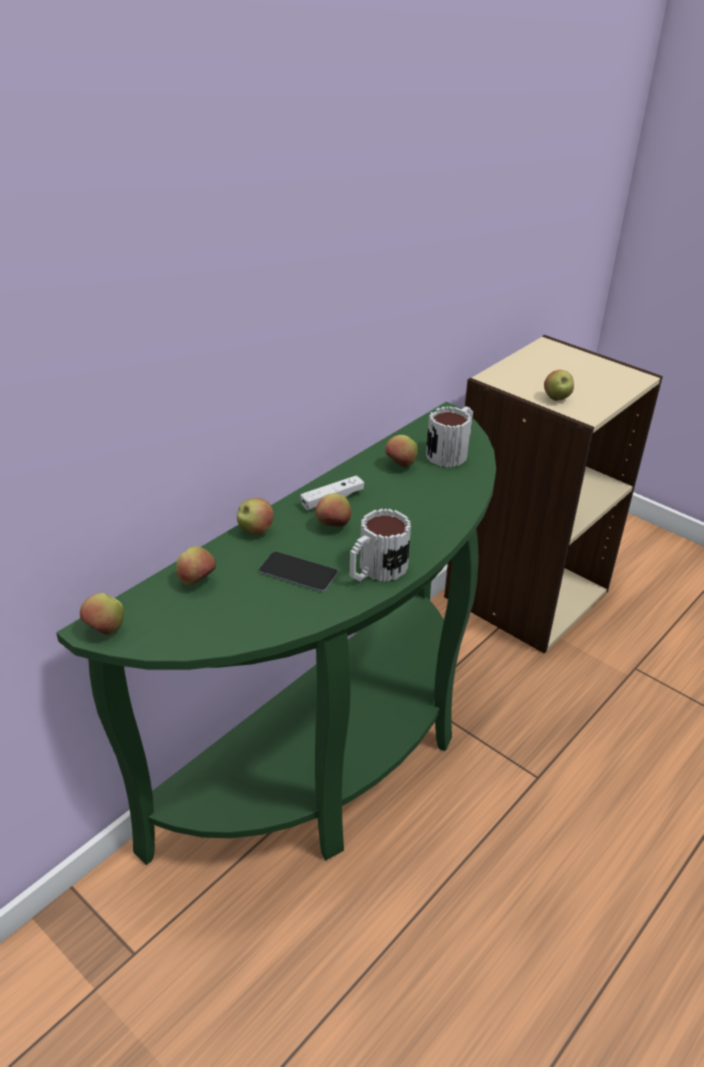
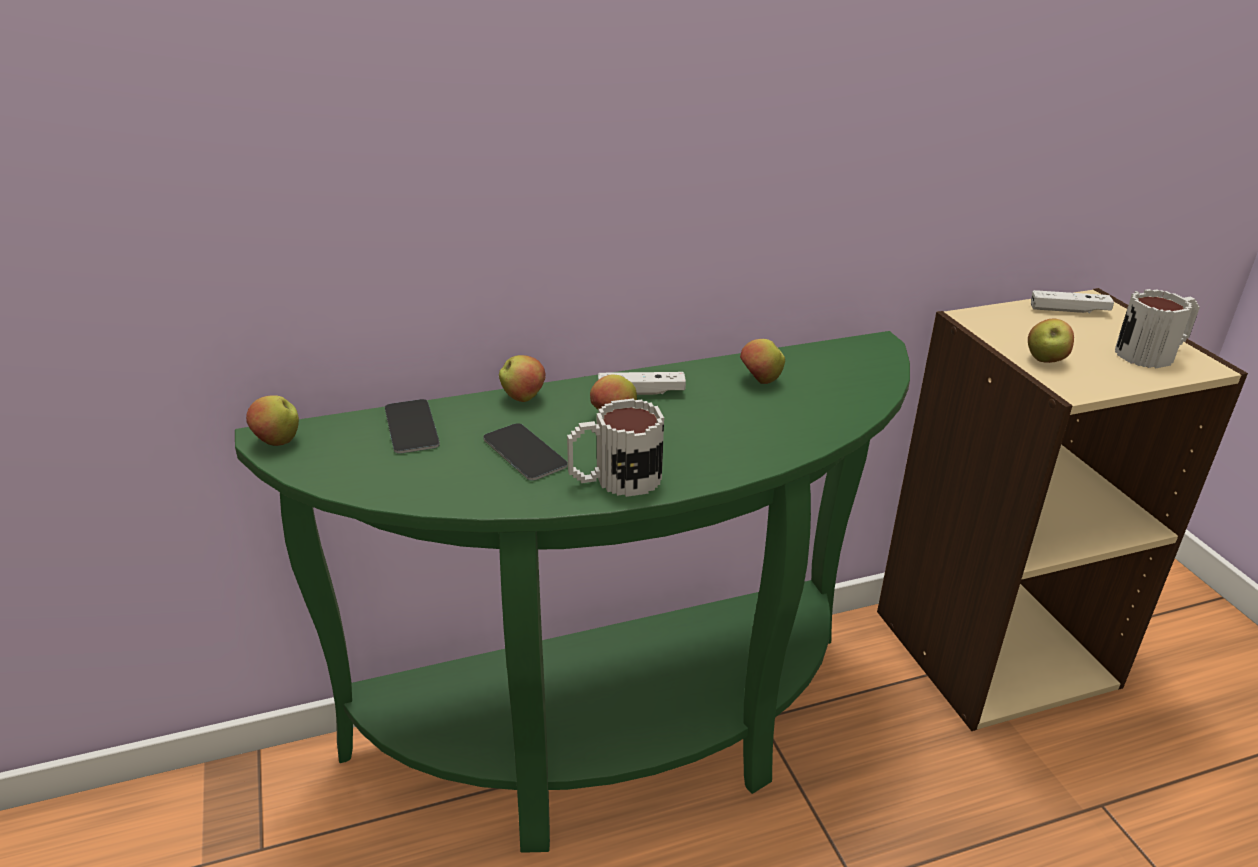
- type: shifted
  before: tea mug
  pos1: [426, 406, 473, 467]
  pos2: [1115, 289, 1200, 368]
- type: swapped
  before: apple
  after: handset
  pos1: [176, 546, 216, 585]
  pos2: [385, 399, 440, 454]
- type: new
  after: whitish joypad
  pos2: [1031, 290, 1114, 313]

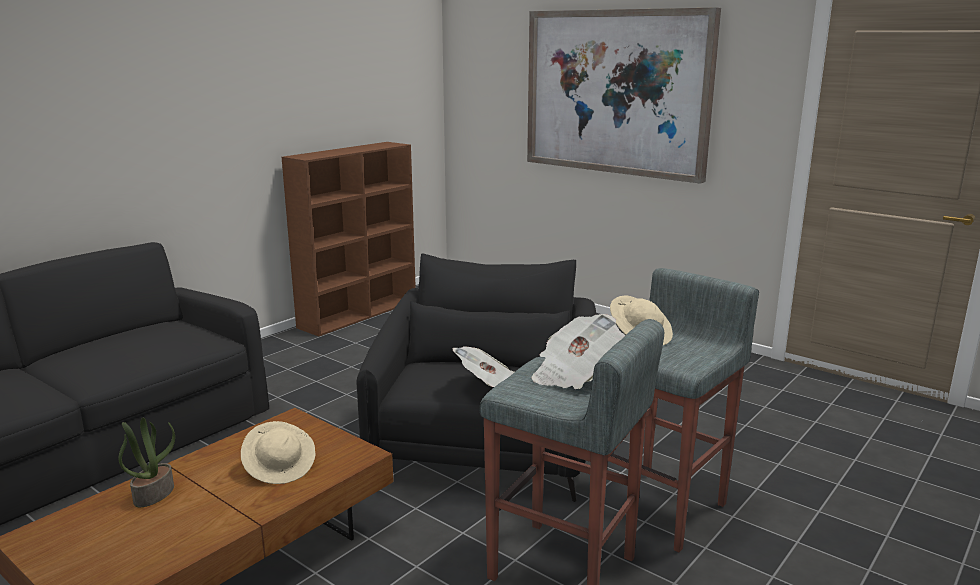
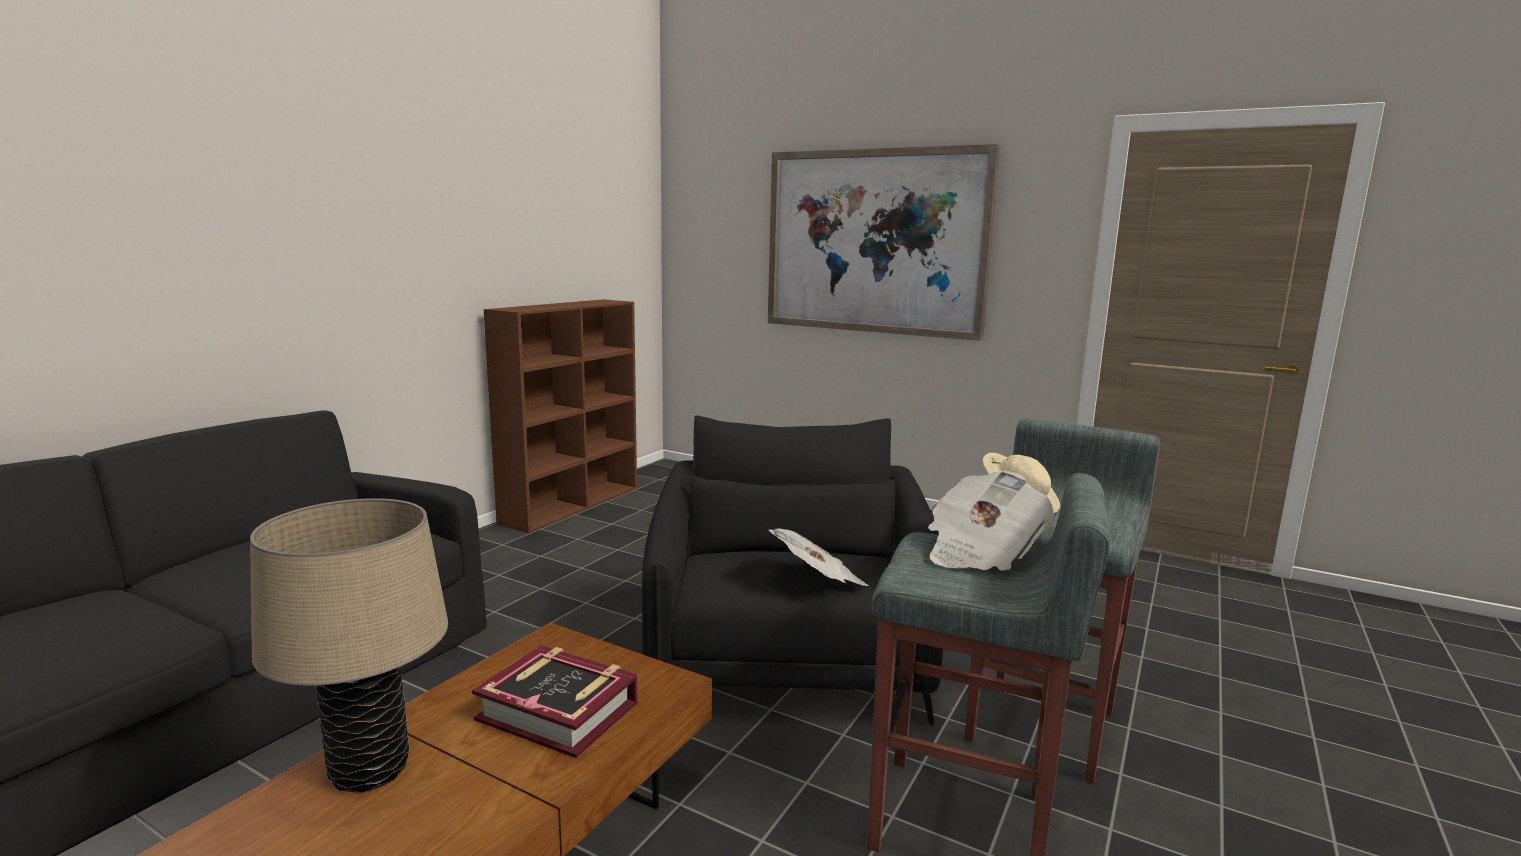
- type: swapped
  before: plant in a pot
  after: sand-coloured tabletop lamp
  pos1: [118, 418, 175, 507]
  pos2: [250, 498, 448, 793]
- type: swapped
  before: sand-coloured clothing hat
  after: volume
  pos1: [241, 421, 315, 484]
  pos2: [472, 645, 638, 758]

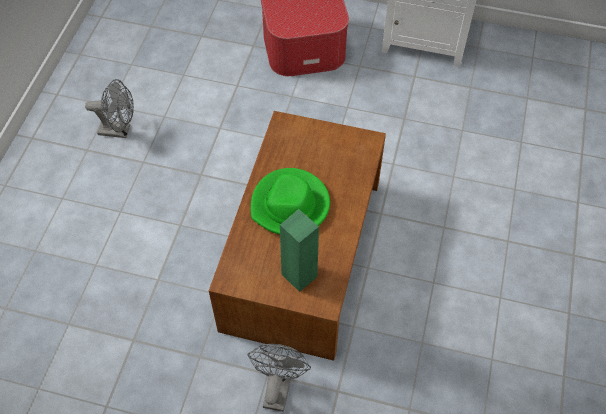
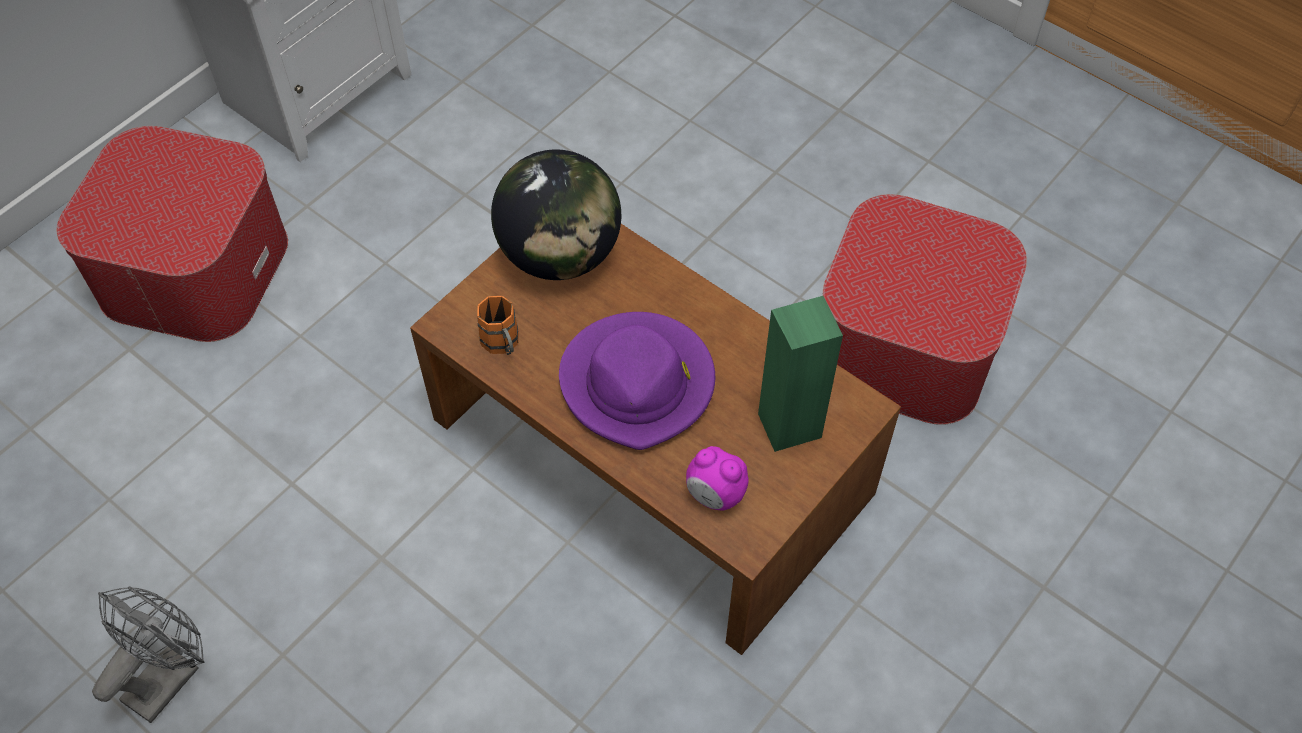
- type: repainted
  before: greenish clothing hat
  after: purple-coloured clothing hat
  pos1: [251, 168, 330, 235]
  pos2: [559, 312, 715, 450]
- type: gone
  before: grey fan
  pos1: [247, 344, 311, 412]
- type: new
  after: desk globe
  pos2: [491, 150, 621, 280]
- type: new
  after: ottoman
  pos2: [823, 194, 1027, 425]
- type: new
  after: orange-coloured tea mug
  pos2: [477, 296, 519, 355]
- type: new
  after: bedside clock
  pos2: [686, 446, 749, 511]

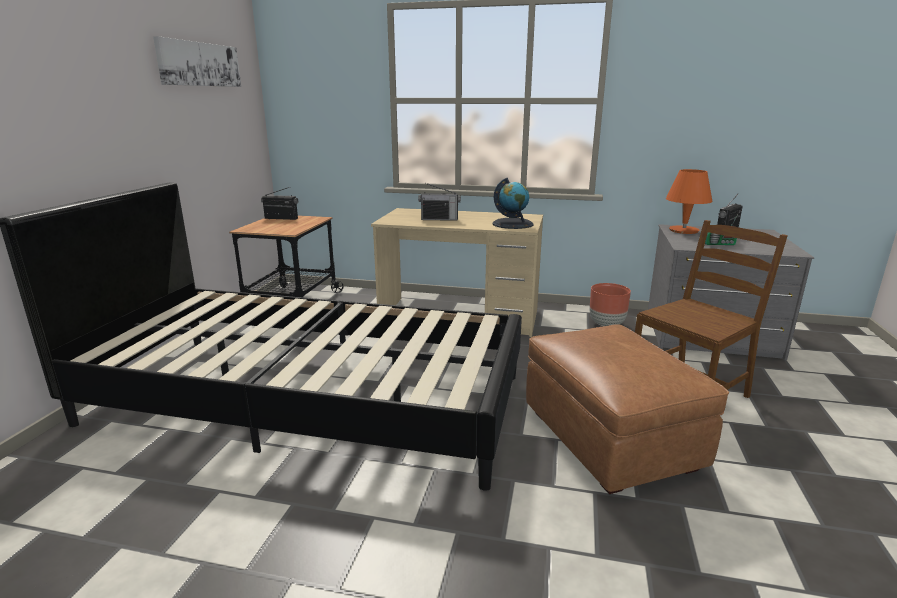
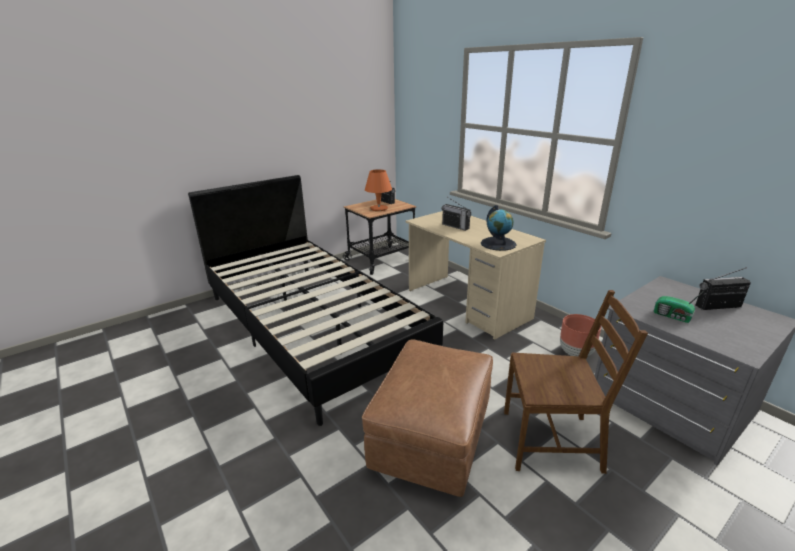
- type: gone
  before: picture
  pos1: [153, 36, 241, 87]
- type: shifted
  before: orange-coloured tabletop lamp
  pos1: [666, 169, 712, 234]
  pos2: [365, 169, 392, 211]

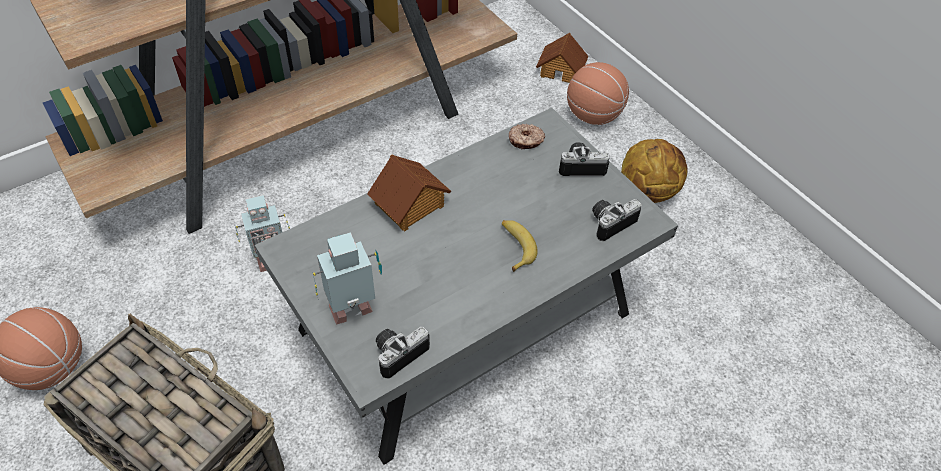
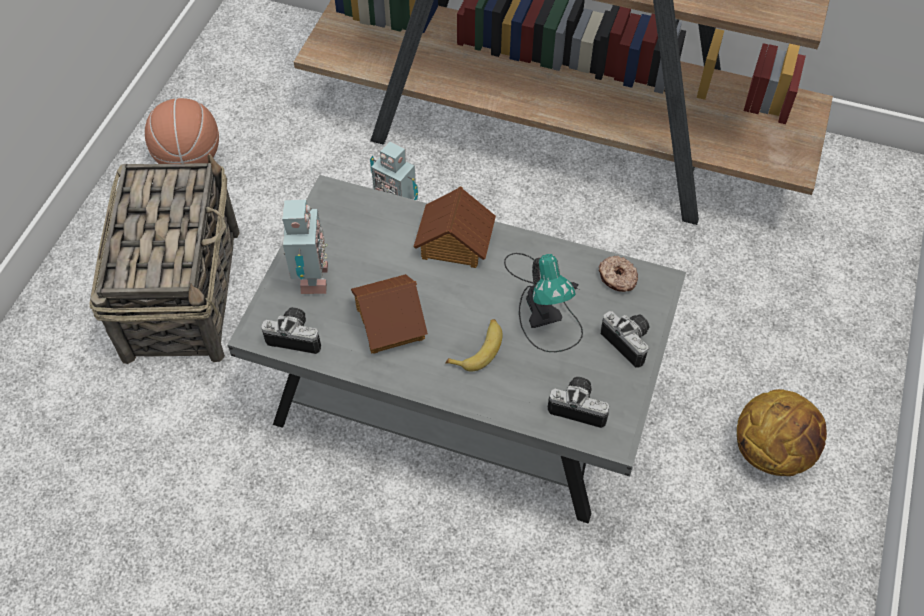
- type: shifted
  before: toy house
  pos1: [536, 33, 588, 83]
  pos2: [351, 274, 428, 354]
- type: gone
  before: basketball ball
  pos1: [567, 62, 629, 125]
- type: rotated
  before: toy robot
  pos1: [312, 232, 382, 325]
  pos2: [282, 200, 328, 294]
  turn: 60
- type: new
  after: tabletop lamp
  pos2: [504, 253, 583, 352]

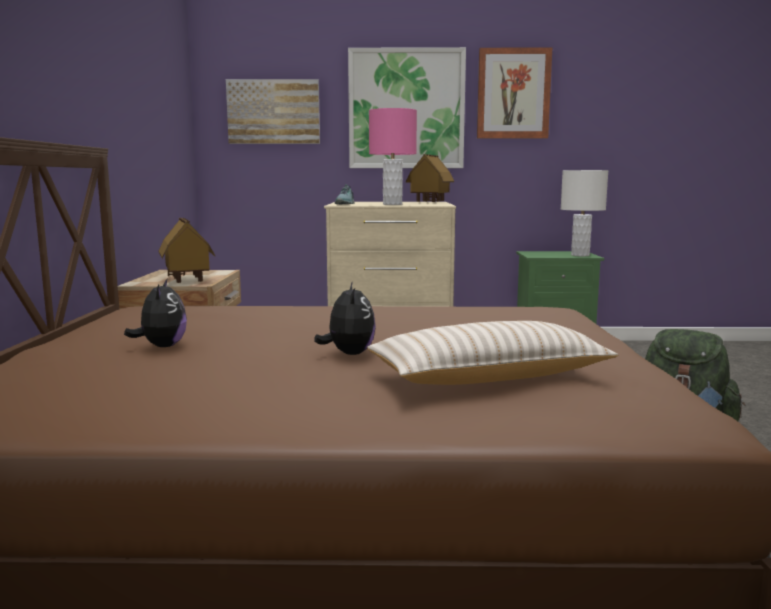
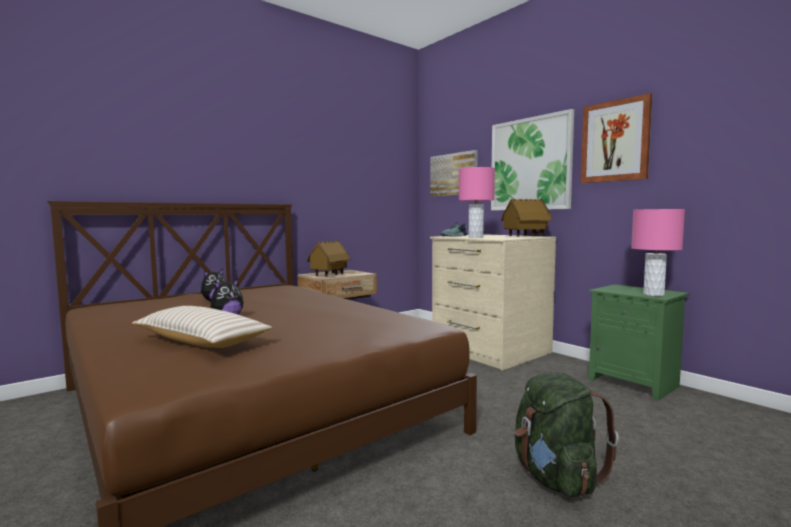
- type: repainted
  before: whitish tabletop lamp
  after: pink-coloured tabletop lamp
  pos1: [561, 170, 609, 256]
  pos2: [631, 209, 685, 296]

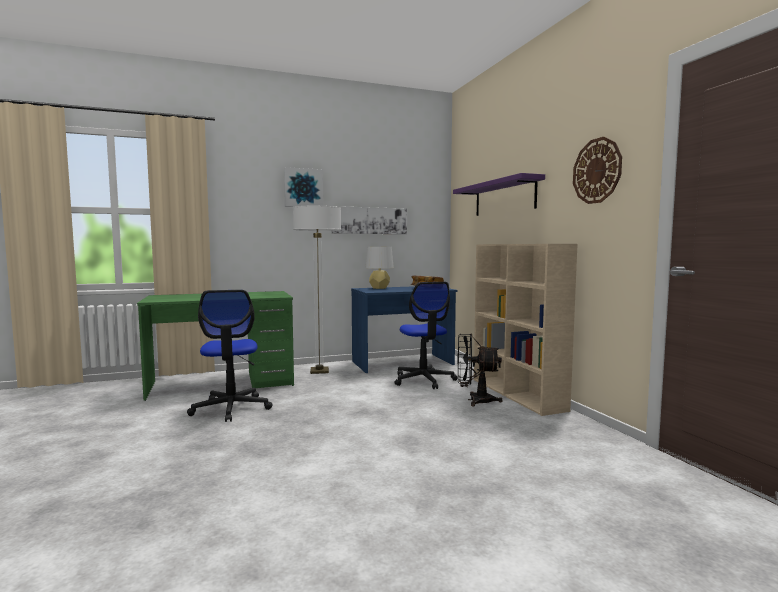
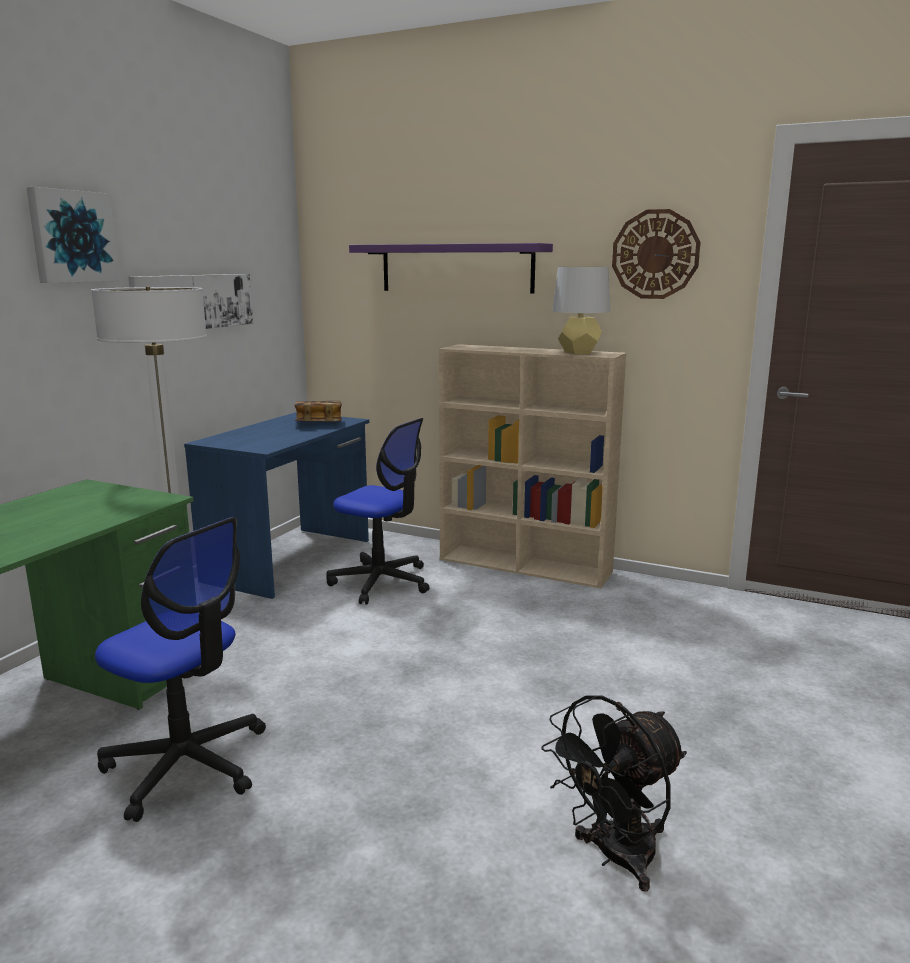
- type: shifted
  before: grey tabletop lamp
  pos1: [366, 247, 394, 289]
  pos2: [552, 267, 610, 354]
- type: shifted
  before: blackish fan
  pos1: [458, 334, 502, 406]
  pos2: [541, 695, 687, 892]

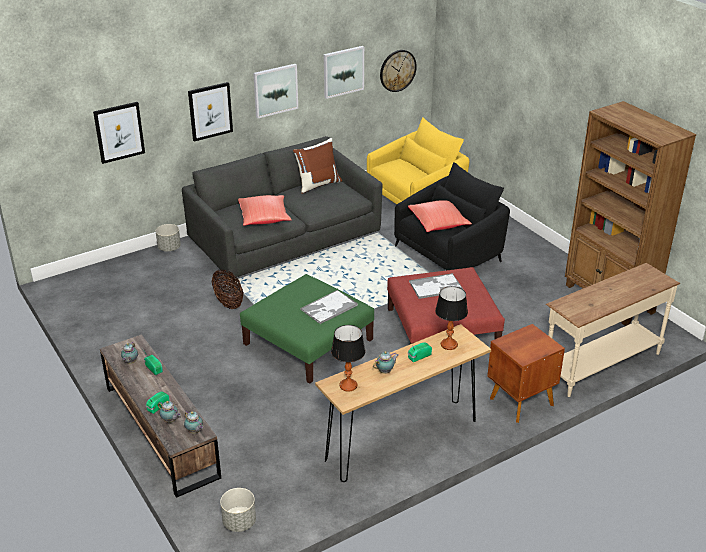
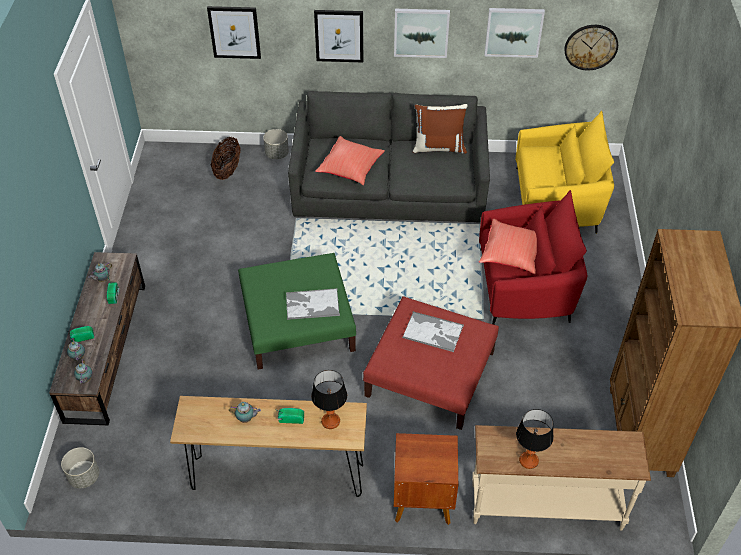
- type: repainted
  before: blackish easy chair
  after: reddish easy chair
  pos1: [394, 162, 510, 270]
  pos2: [479, 190, 587, 325]
- type: shifted
  before: storage basket
  pos1: [212, 270, 243, 309]
  pos2: [211, 137, 241, 180]
- type: shifted
  before: tabletop lamp
  pos1: [331, 325, 366, 392]
  pos2: [516, 409, 554, 469]

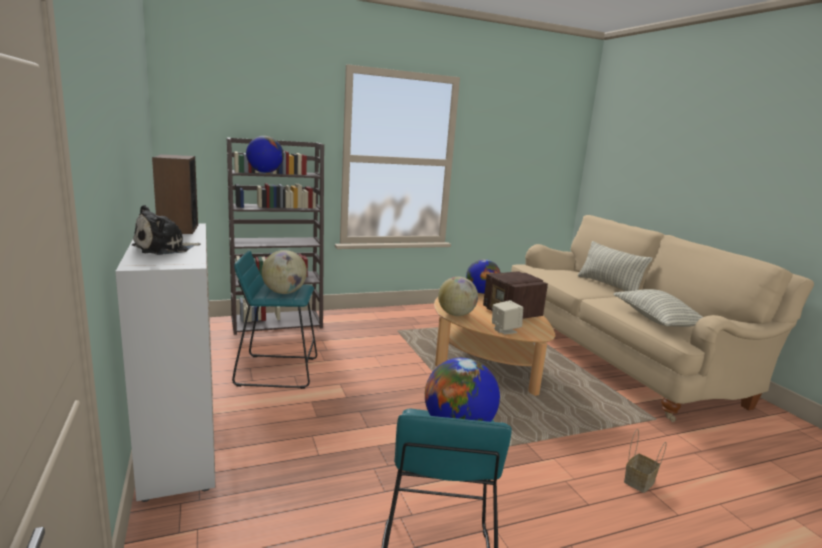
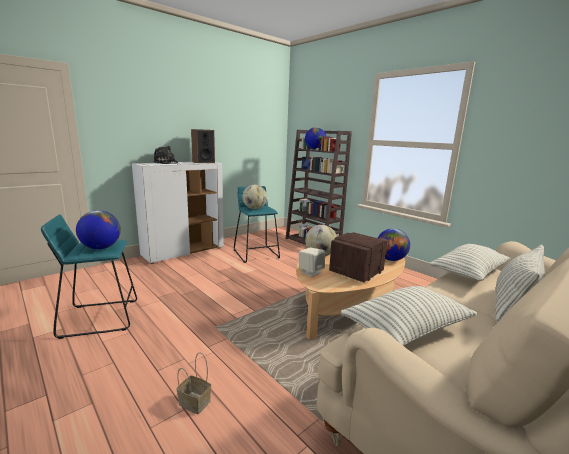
- type: new
  after: pillow
  pos2: [430, 244, 511, 281]

